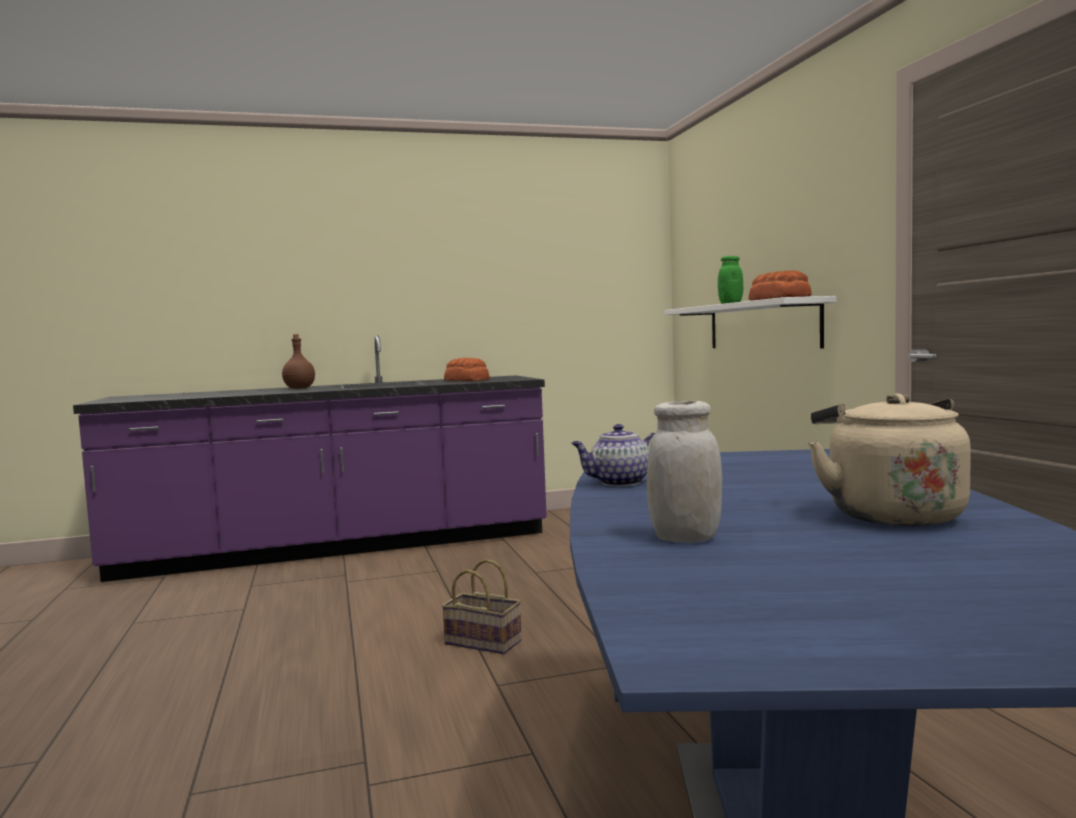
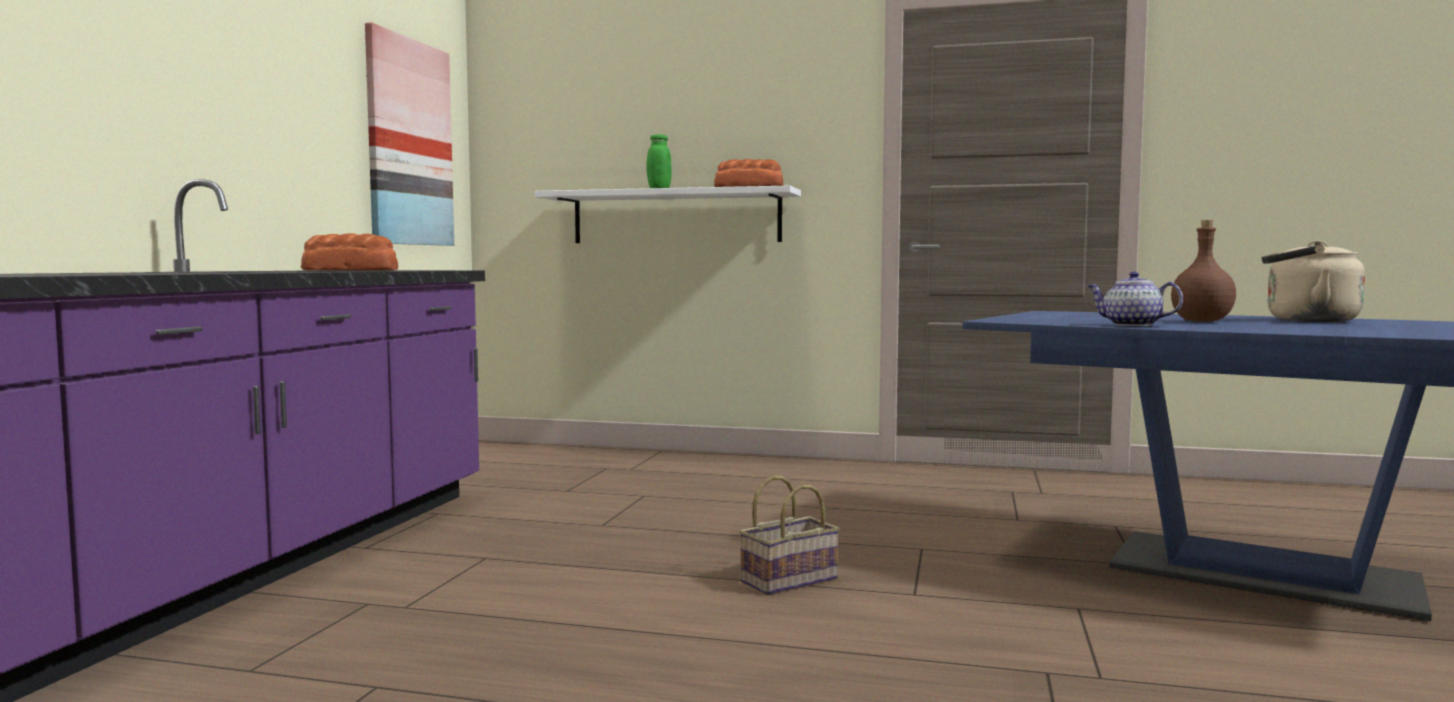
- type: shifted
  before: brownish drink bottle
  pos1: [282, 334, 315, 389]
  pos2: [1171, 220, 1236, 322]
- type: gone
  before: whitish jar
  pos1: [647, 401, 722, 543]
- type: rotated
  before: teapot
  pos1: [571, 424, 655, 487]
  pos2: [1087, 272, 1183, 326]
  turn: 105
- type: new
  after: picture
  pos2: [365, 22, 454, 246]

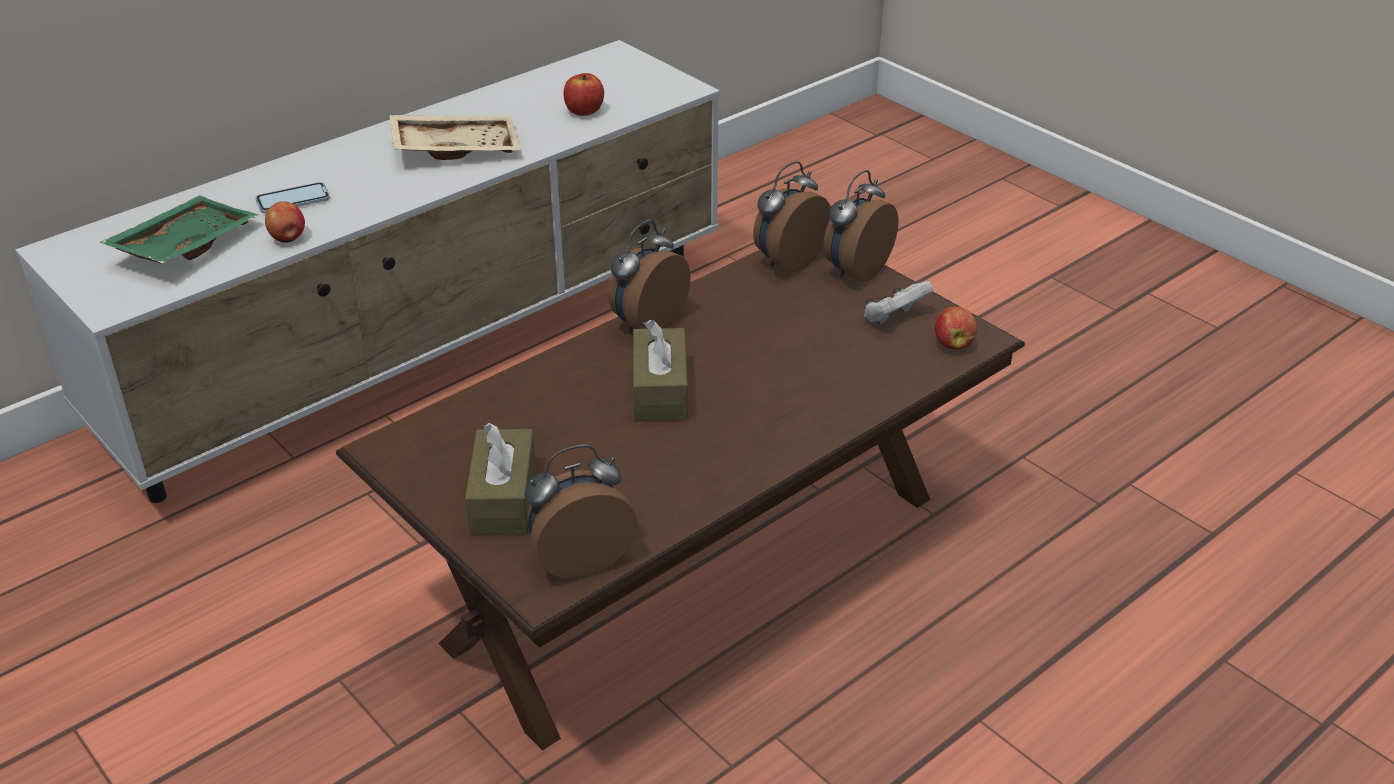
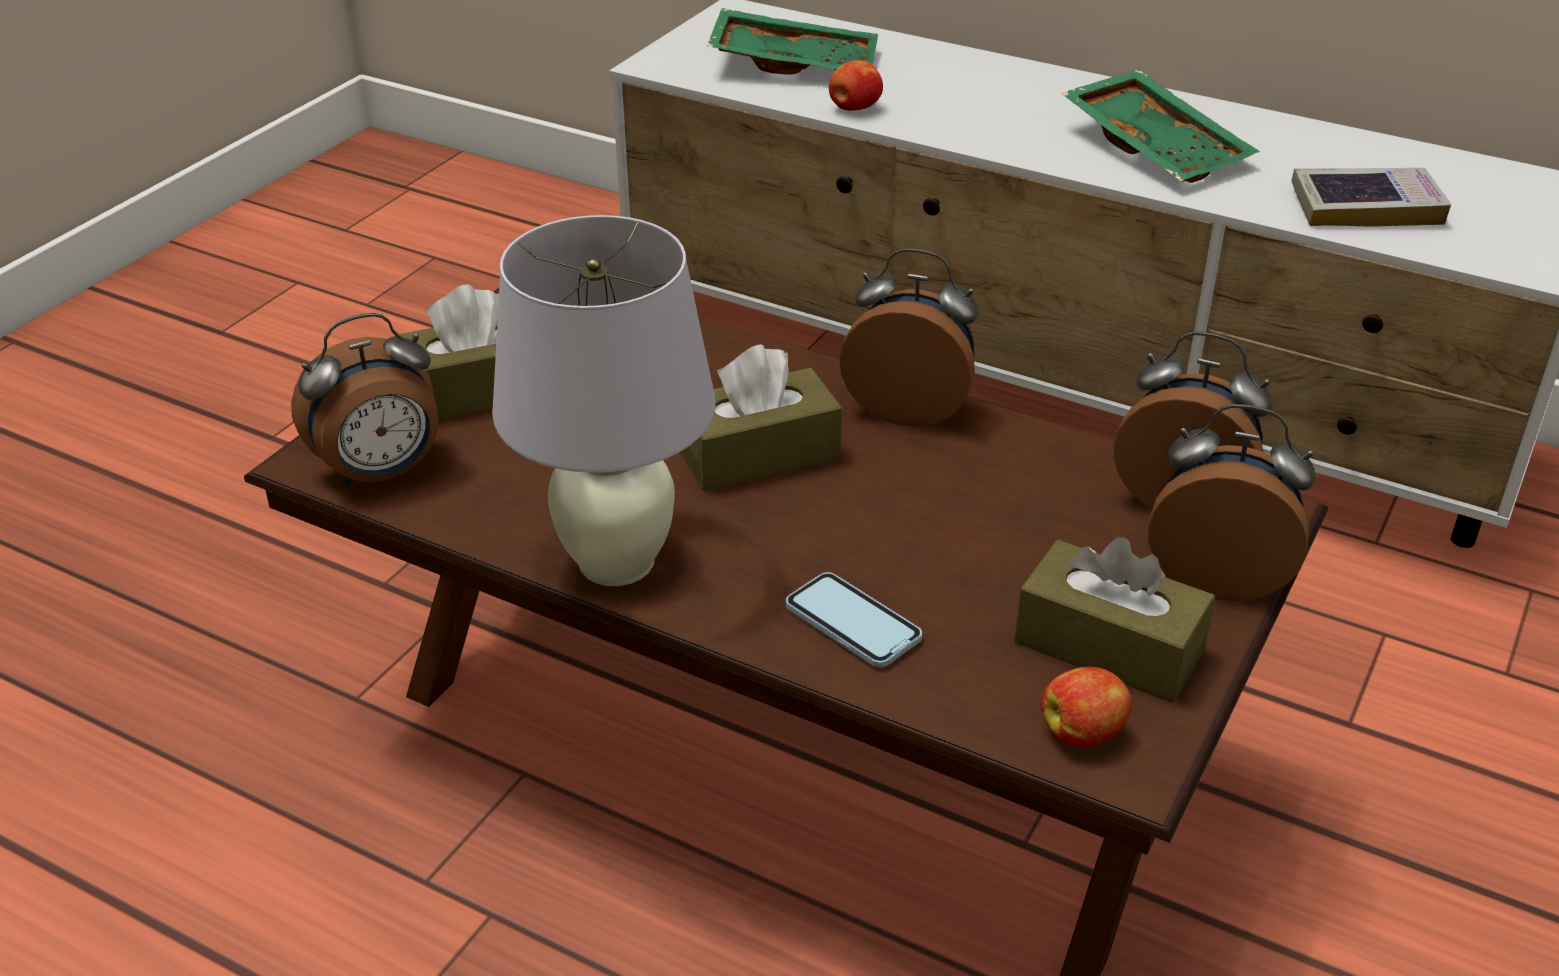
- type: swapped
  before: apple
  after: volume
  pos1: [563, 73, 604, 116]
  pos2: [1292, 168, 1451, 227]
- type: repainted
  before: sand-coloured serving tray
  after: greenish serving tray
  pos1: [389, 115, 521, 160]
  pos2: [1061, 69, 1260, 183]
- type: shifted
  before: handset
  pos1: [255, 182, 330, 213]
  pos2: [786, 572, 922, 667]
- type: swapped
  before: whitish joypad
  after: brownish box of tissues
  pos1: [864, 281, 933, 324]
  pos2: [1014, 537, 1215, 703]
- type: rotated
  before: bedside clock
  pos1: [525, 444, 637, 579]
  pos2: [291, 313, 438, 487]
  turn: 105
- type: new
  after: whitish tabletop lamp
  pos2: [492, 215, 716, 586]

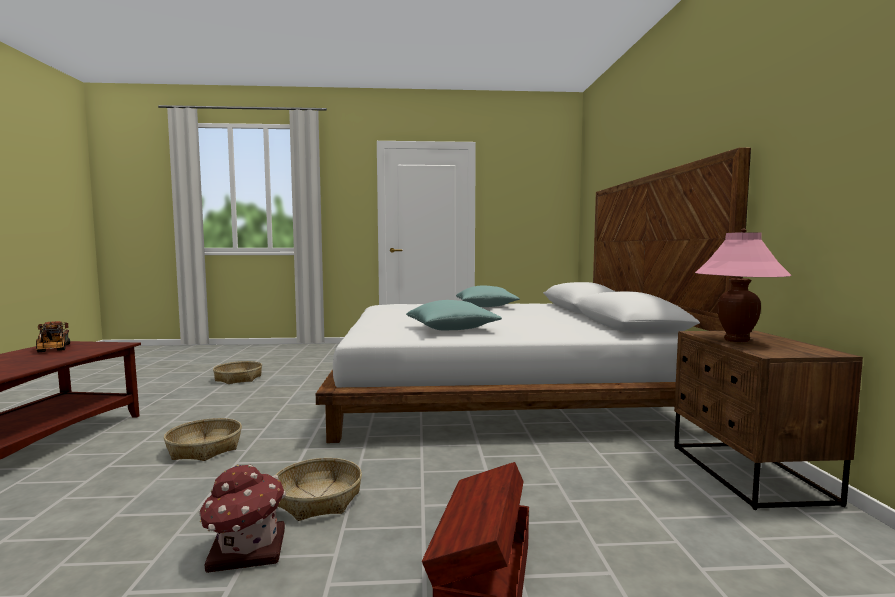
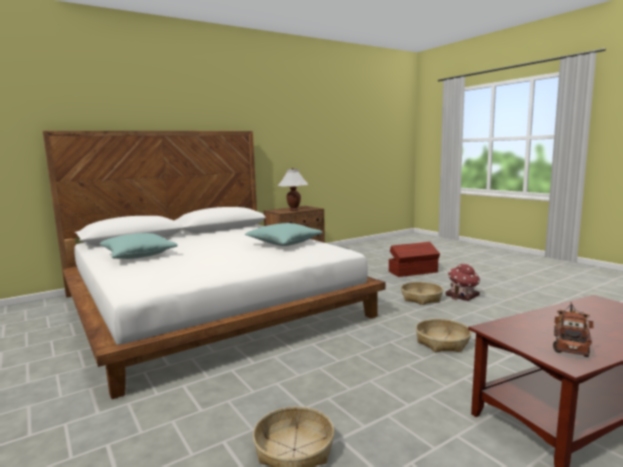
- type: repainted
  before: pink-coloured tabletop lamp
  after: whitish tabletop lamp
  pos1: [695, 229, 792, 342]
  pos2: [277, 168, 309, 211]

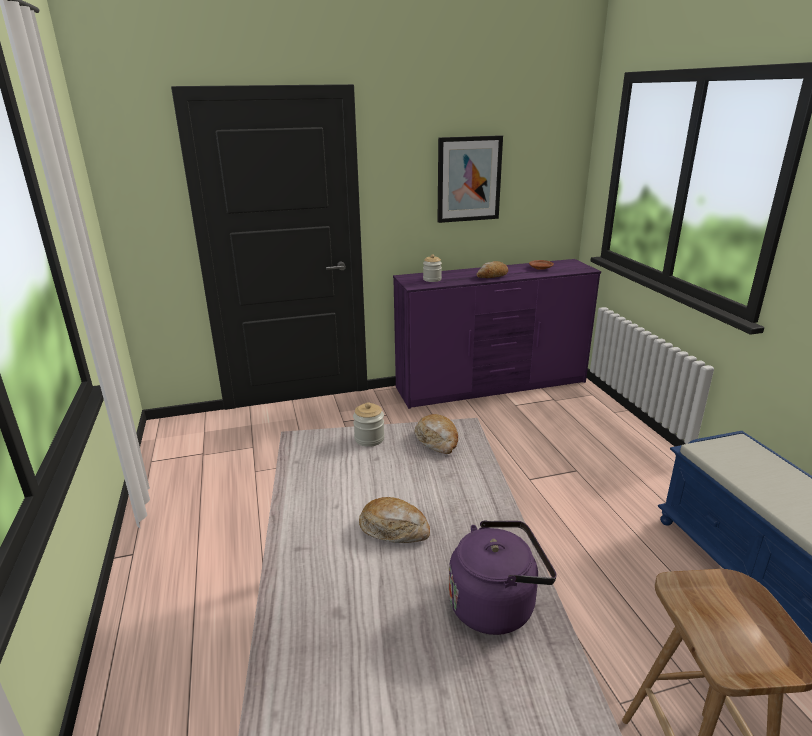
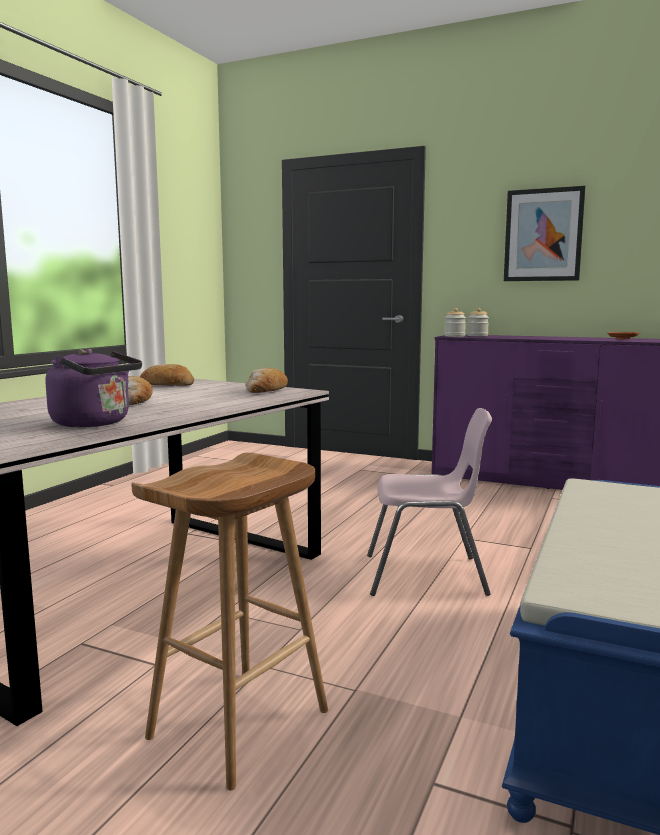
- type: shifted
  before: bakery bread
  pos1: [477, 261, 508, 278]
  pos2: [140, 364, 194, 386]
- type: shifted
  before: jar
  pos1: [353, 402, 385, 447]
  pos2: [444, 308, 466, 337]
- type: new
  after: pink-coloured plain chair
  pos2: [367, 408, 492, 596]

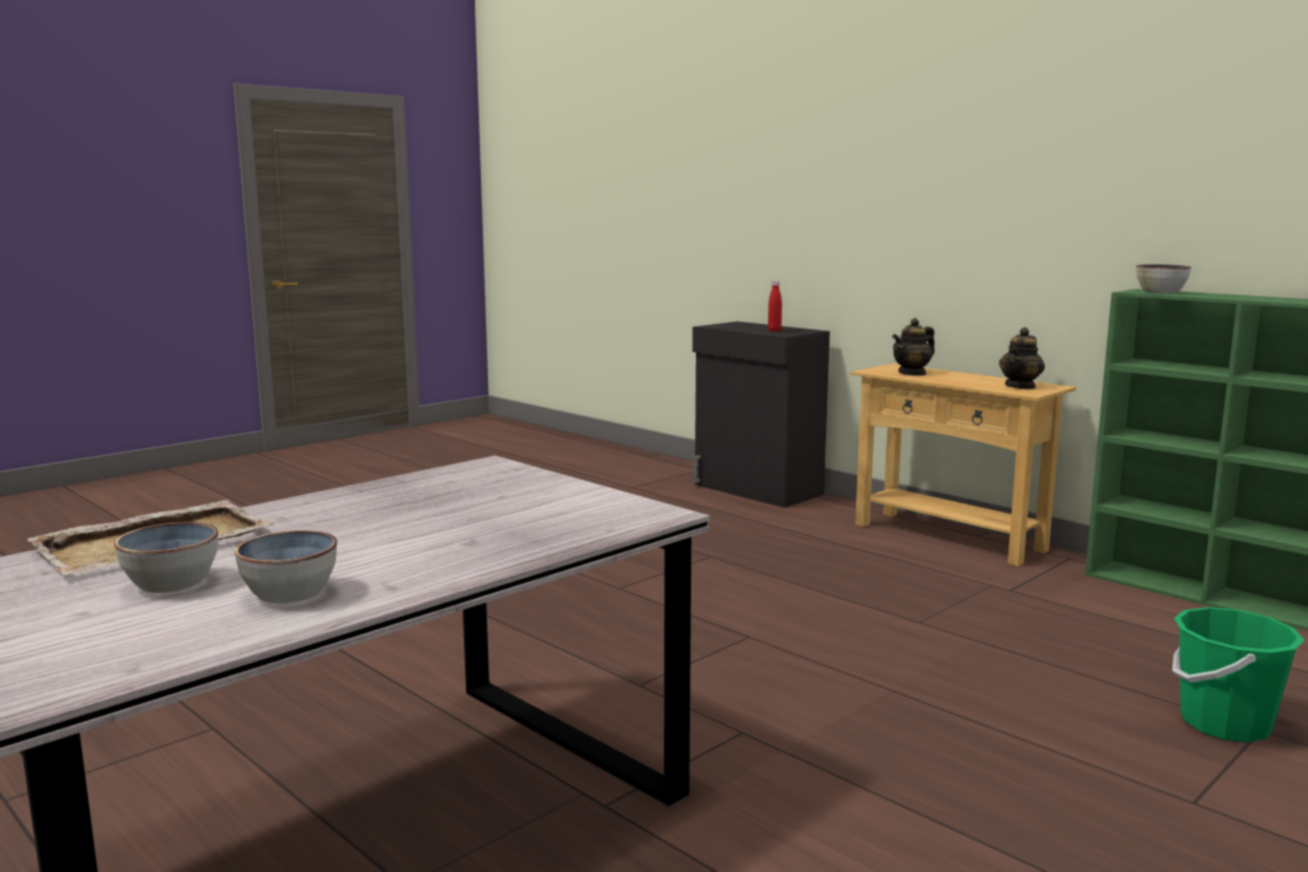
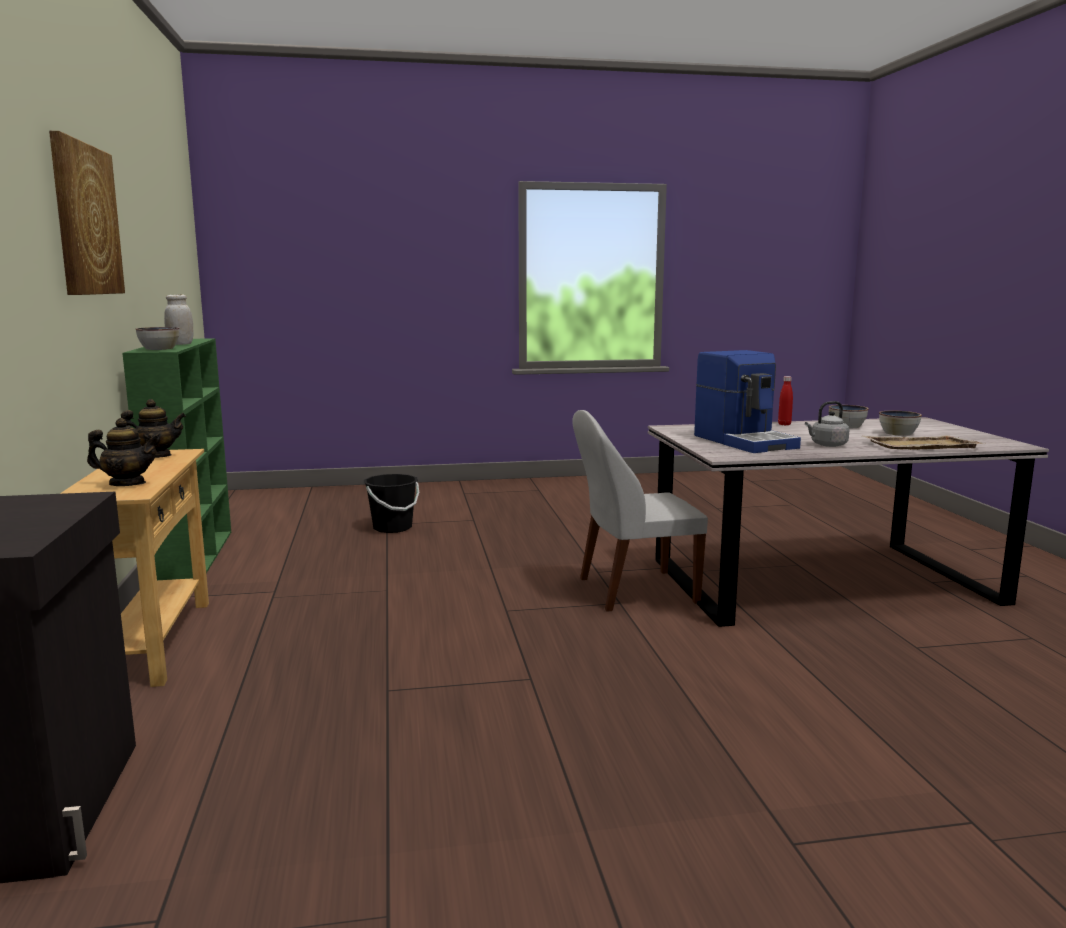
- type: shifted
  before: reddish drink bottle
  pos1: [768, 280, 782, 332]
  pos2: [778, 376, 793, 425]
- type: repainted
  before: greenish water bucket
  after: blackish water bucket
  pos1: [1172, 607, 1304, 742]
  pos2: [364, 474, 419, 533]
- type: new
  after: picture
  pos2: [49, 131, 125, 295]
- type: new
  after: whitish jar
  pos2: [164, 294, 194, 345]
- type: new
  after: coffee machine
  pos2: [694, 350, 801, 453]
- type: new
  after: grey tea kettle
  pos2: [805, 401, 850, 447]
- type: new
  after: whitish plain chair
  pos2: [572, 410, 708, 612]

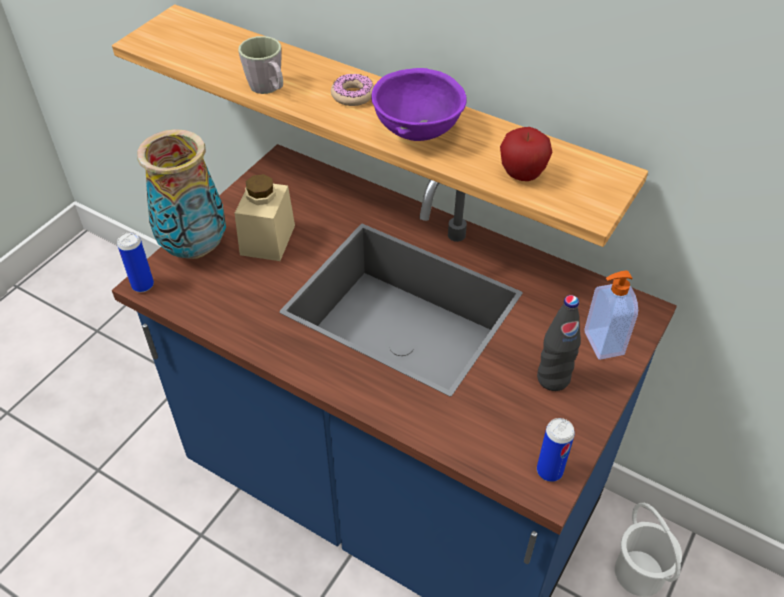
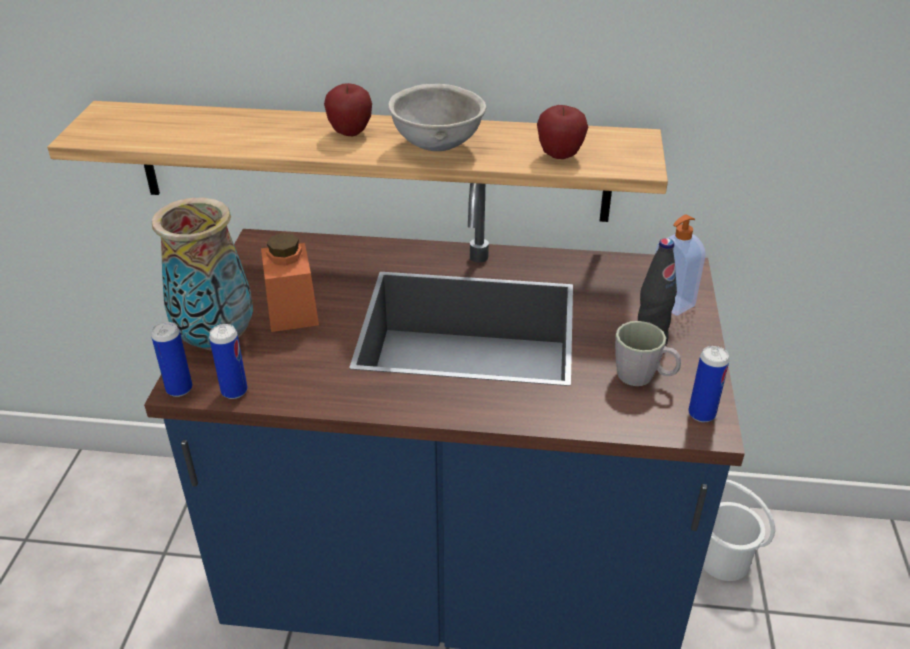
- type: shifted
  before: grey tea mug
  pos1: [238, 36, 283, 94]
  pos2: [615, 321, 681, 386]
- type: repainted
  before: purple-coloured bowl
  after: grey bowl
  pos1: [371, 68, 466, 141]
  pos2: [388, 84, 487, 151]
- type: swapped
  before: donut
  after: apple
  pos1: [331, 74, 374, 106]
  pos2: [324, 83, 372, 136]
- type: repainted
  before: sand-coloured jar
  after: orange-coloured jar
  pos1: [235, 174, 295, 261]
  pos2: [261, 233, 319, 332]
- type: new
  after: metal can
  pos2: [209, 324, 248, 399]

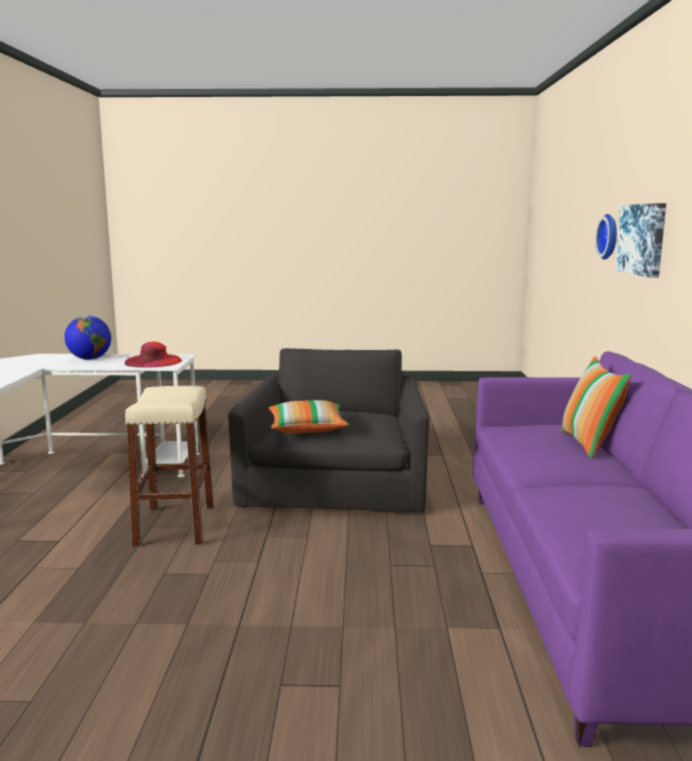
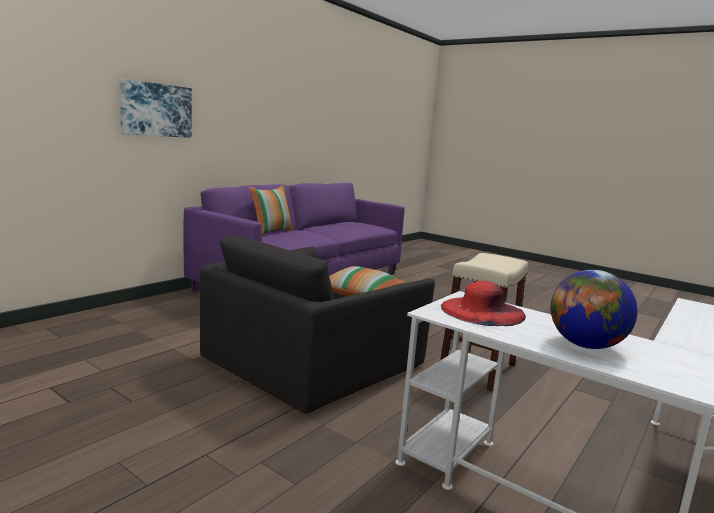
- type: gone
  before: wall clock
  pos1: [595, 214, 617, 260]

